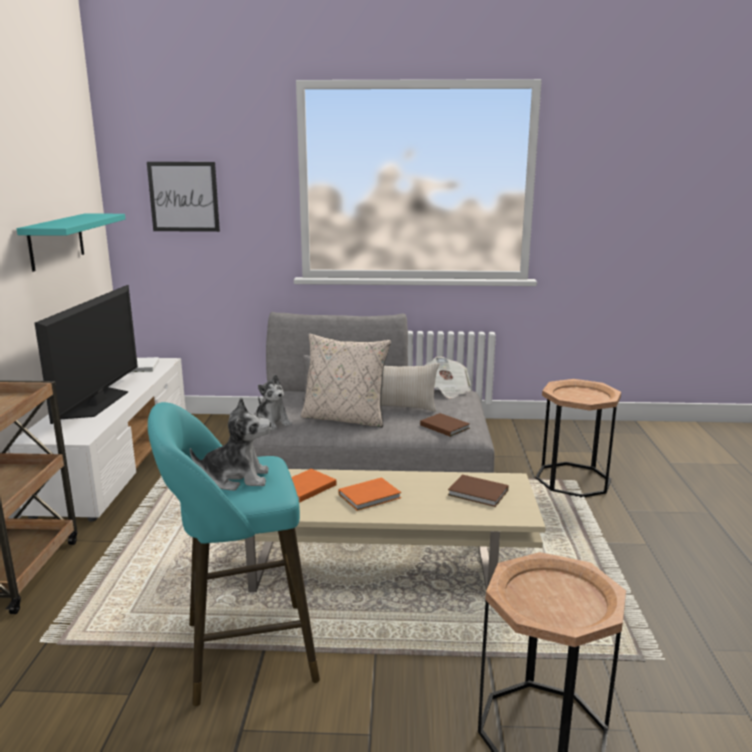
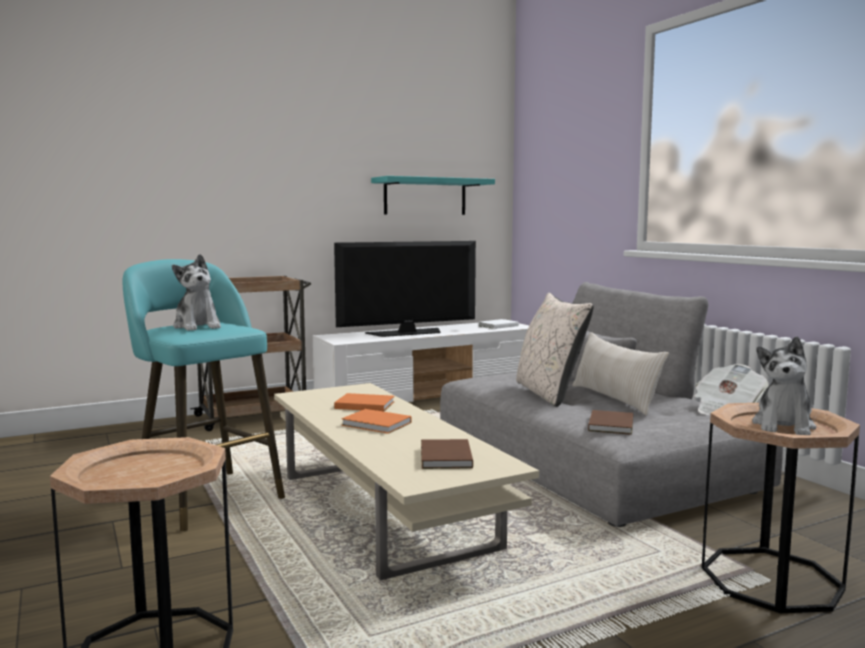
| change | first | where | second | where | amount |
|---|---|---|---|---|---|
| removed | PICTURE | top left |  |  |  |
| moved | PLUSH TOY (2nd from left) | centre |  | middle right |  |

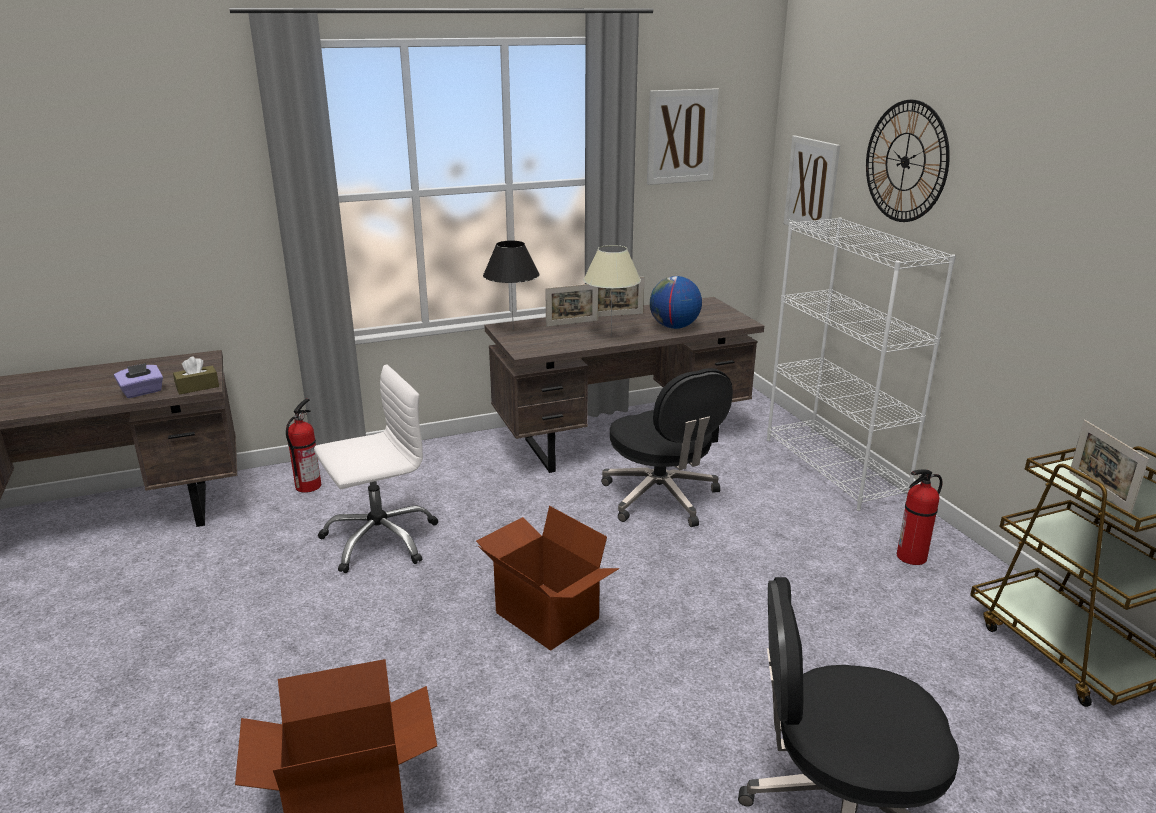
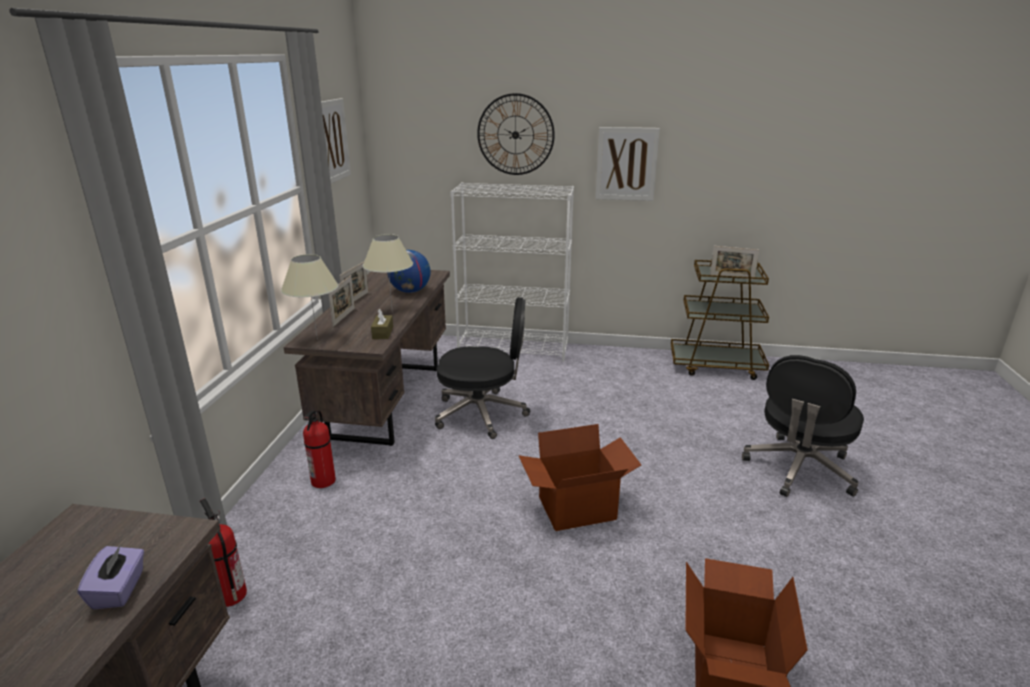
| change | first | where | second | where | amount |
|---|---|---|---|---|---|
| moved | BROWN TISSUE BOX | middle left |  | centre |  |
| removed | WHITE OFFICE CHAIR | middle left |  |  |  |
| recoloured | BLACK TABLE LAMP | centre | BEIGE TABLE LAMP (1st from left) | middle left |  |
| moved | PICTURE (2nd from left) | top right |  | top centre |  |
| moved | FIRE EXTINGUISHER (2nd from left) | middle right |  | middle left |  |

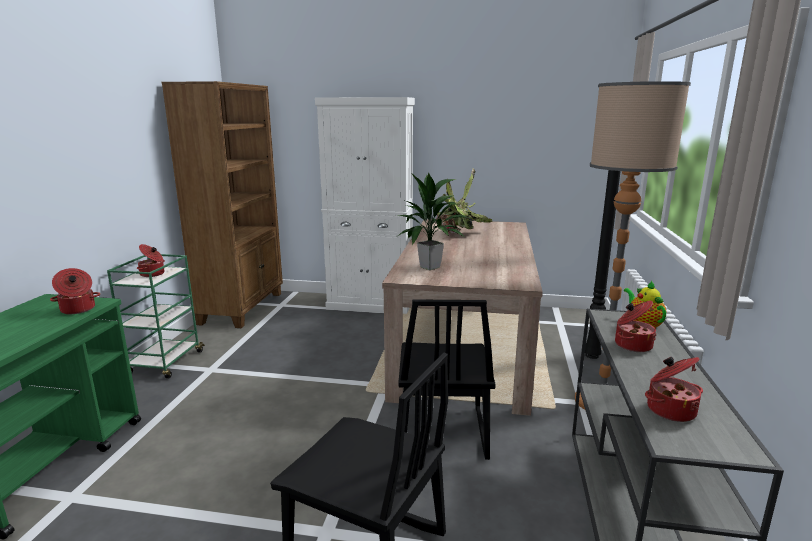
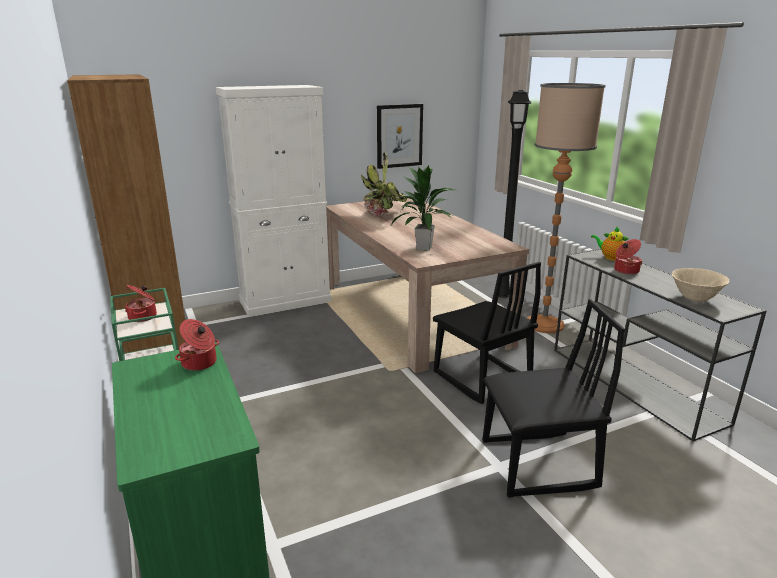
| change | first | where | second | where | amount |
|---|---|---|---|---|---|
| replaced | COOKING POT (4th from left) | bottom right | BEIGE BOWL | middle right |  |
| added |  |  | PICTURE | top centre |  |

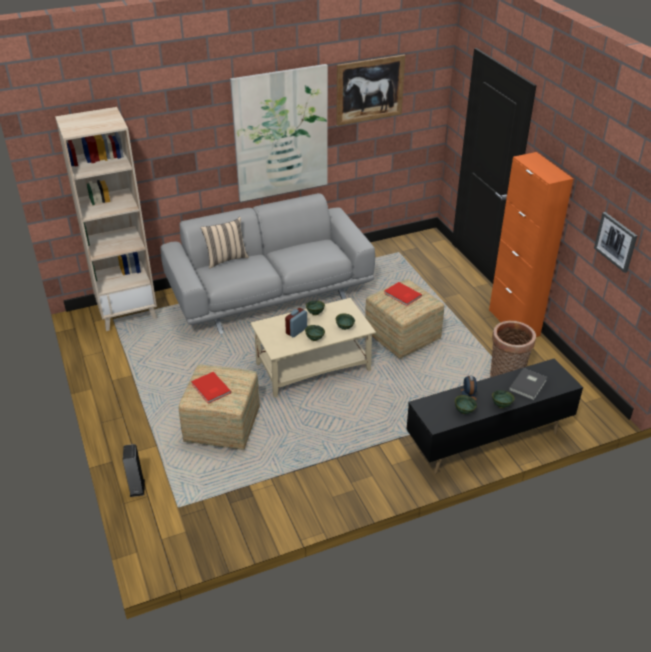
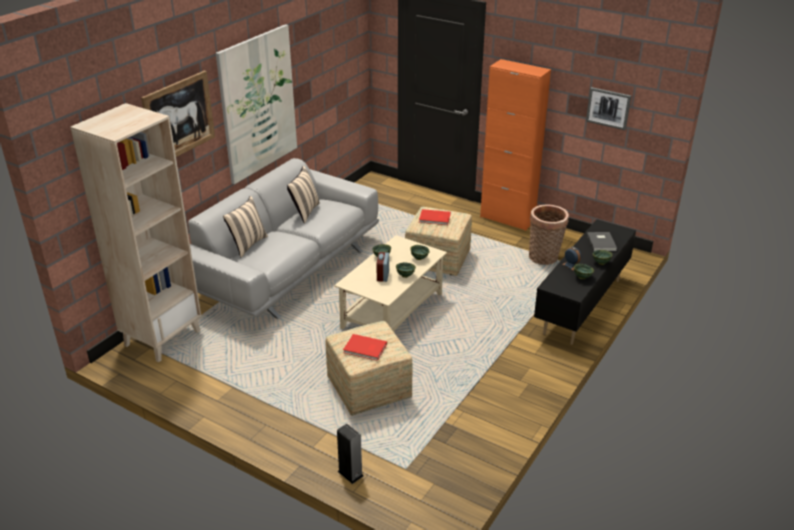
| change | first | where | second | where | amount |
|---|---|---|---|---|---|
| moved | PICTURE (2nd from left in the first image) | top centre | PICTURE (1st from left) | top left |  |
| added |  |  | BEIGE PILLOW (2nd from left) | centre |  |

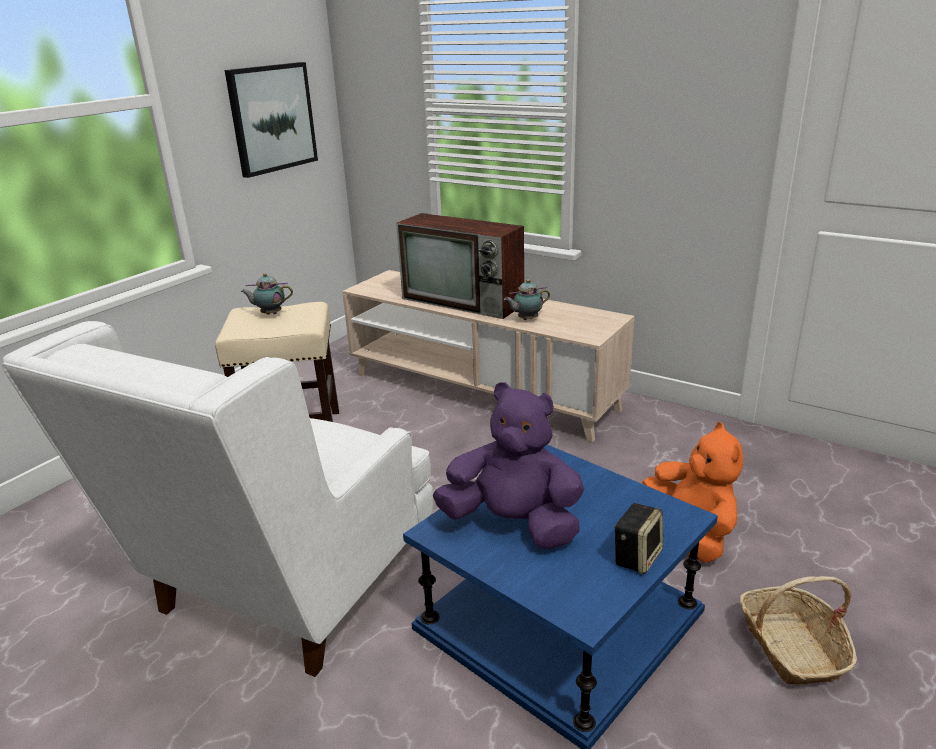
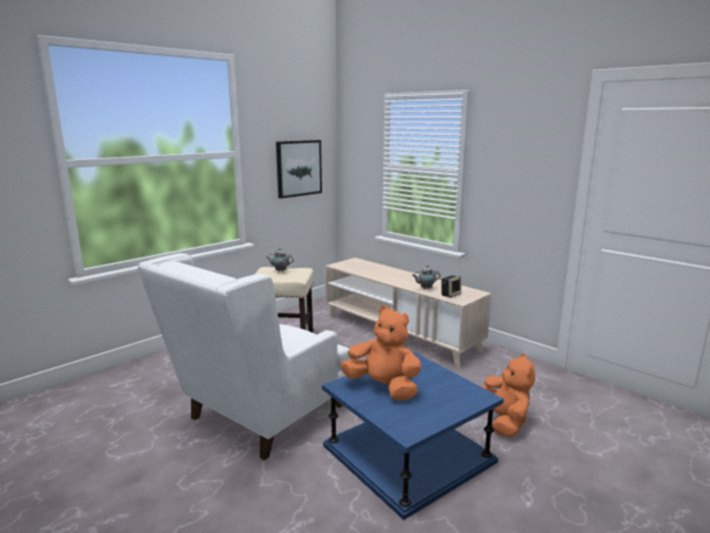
| change | first | where | second | where | amount |
|---|---|---|---|---|---|
| removed | TELEVISION | centre |  |  |  |
| recoloured | PURPLE PLUSH TOY | centre | ORANGE PLUSH TOY (1st from left) | centre |  |
| moved | SPEAKER | bottom right |  | centre |  |
| removed | BASKET | bottom right |  |  |  |

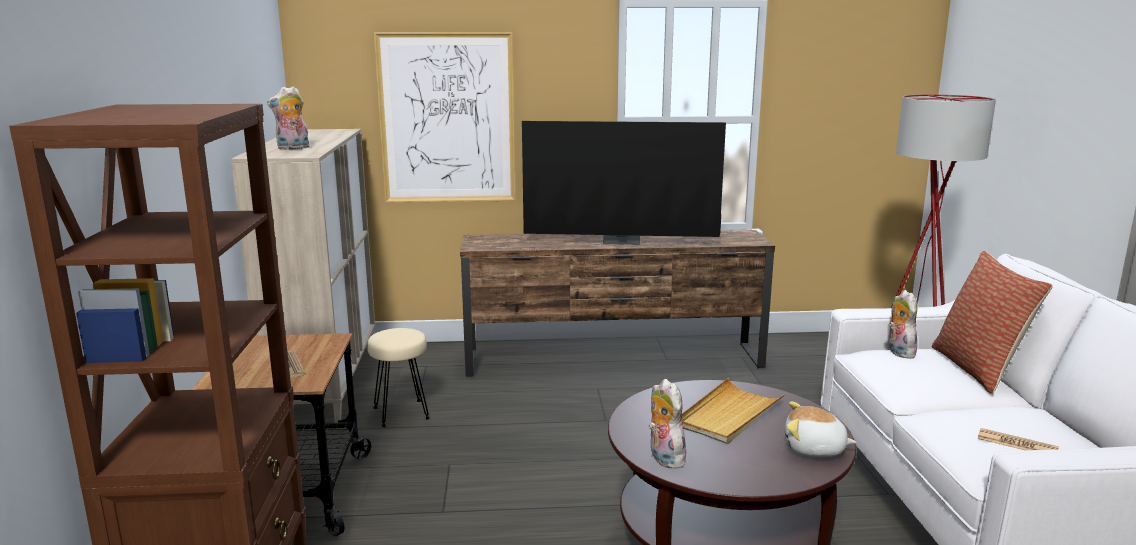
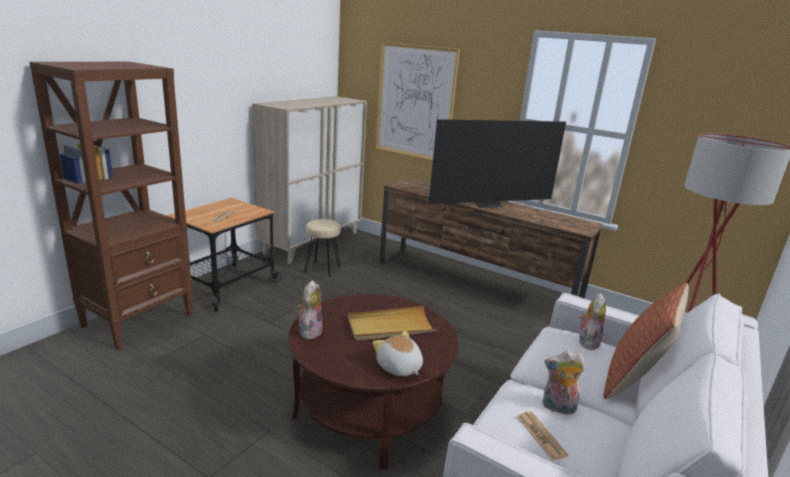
| change | first | where | second | where | amount |
|---|---|---|---|---|---|
| moved | PLUSH TOY (1st from left in the first image) | top left | PLUSH TOY (3rd from left) | bottom right |  |
| turned | TELEVISION | centre |  | centre | 60 degrees counterclockwise |

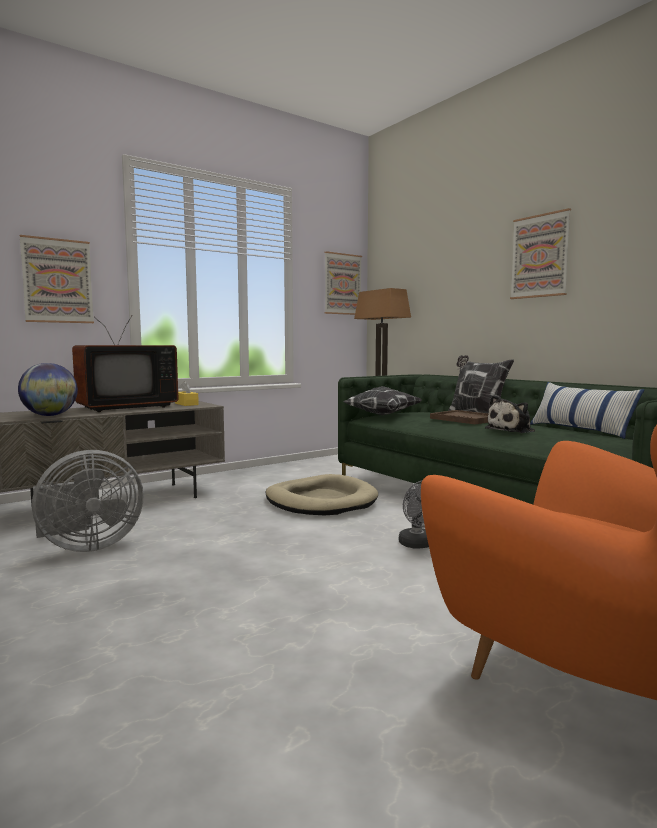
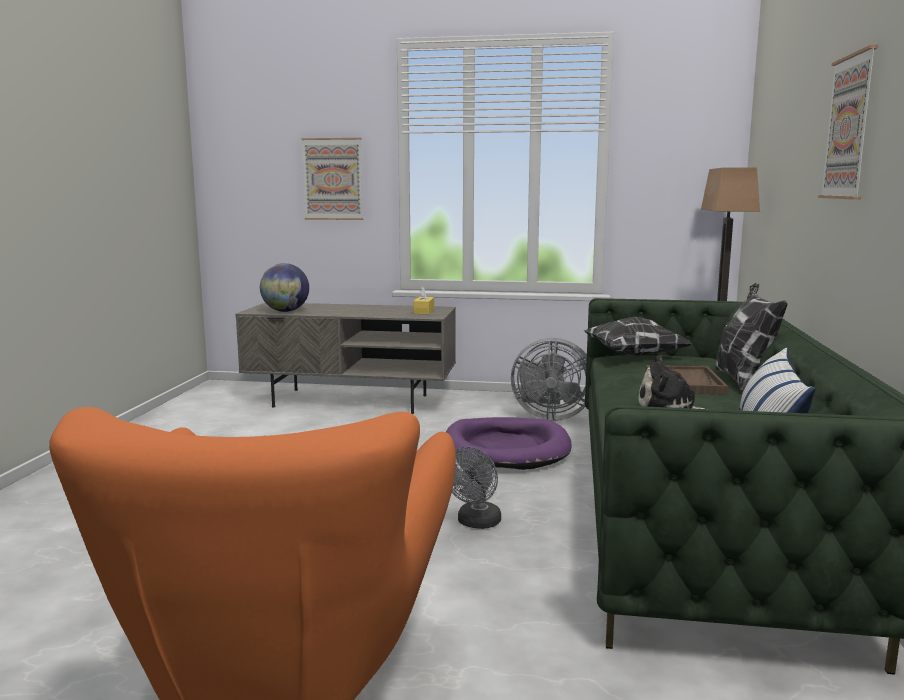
| change | first | where | second | where | amount |
|---|---|---|---|---|---|
| moved | GREY FAN (1st from left in the first image) | middle left | GREY FAN (2nd from left) | centre |  |
| removed | TELEVISION | middle left |  |  |  |
| recoloured | BEIGE DOG BED | centre | PURPLE DOG BED | centre |  |
| removed | PICTURE (2nd from left) | centre |  |  |  |

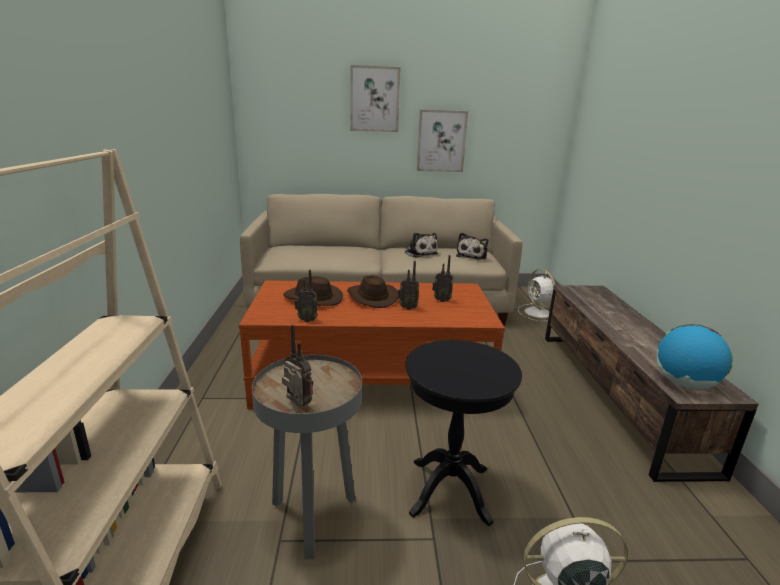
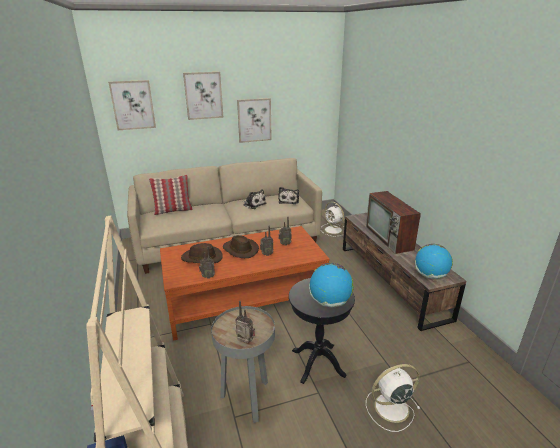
| change | first | where | second | where | amount |
|---|---|---|---|---|---|
| added |  |  | PICTURE (1st from left) | top left |  |
| added |  |  | PILLOW | middle left |  |
| added |  |  | GLOBE (1st from left) | centre |  |
| added |  |  | TELEVISION | middle right |  |

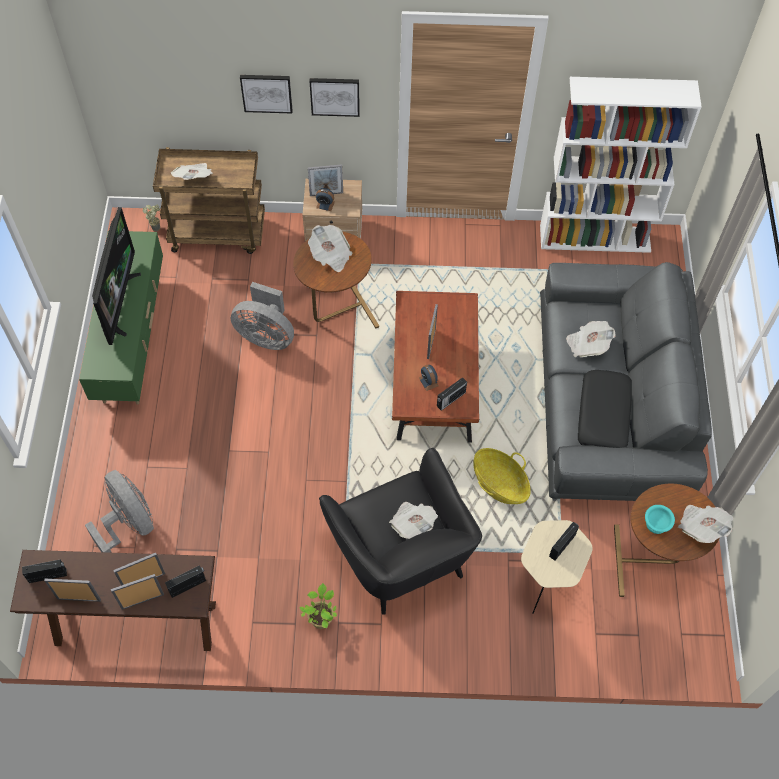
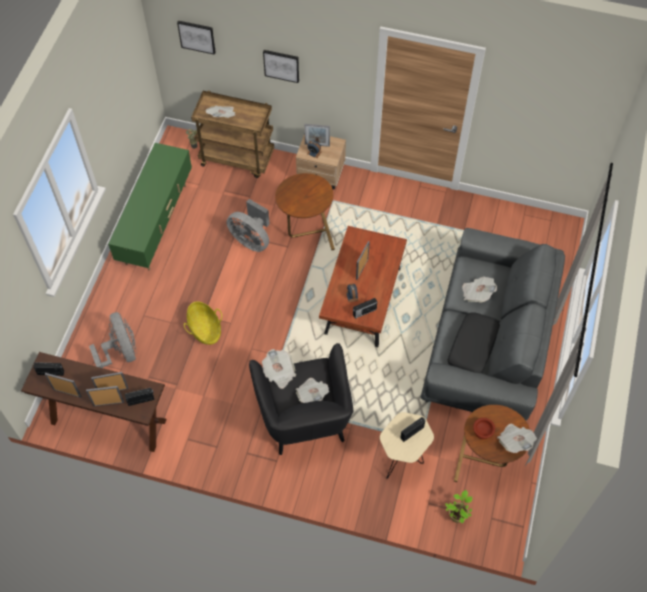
| change | first | where | second | where | amount |
|---|---|---|---|---|---|
| removed | TELEVISION | middle left |  |  |  |
| moved | POTTED PLANT (2nd from left) | bottom centre |  | bottom right |  |
| moved | NEWSPAPER (2nd from left) | top centre |  | centre |  |
| moved | PICTURE (2nd from left in the first image) | top centre | PICTURE (1st from left) | top left |  |
| moved | BASKET | centre |  | middle left |  |
| removed | WHITE BOOKCASE | top right |  |  |  |
| recoloured | TURQUOISE BOWL | middle right | BROWN BOWL | bottom right |  |

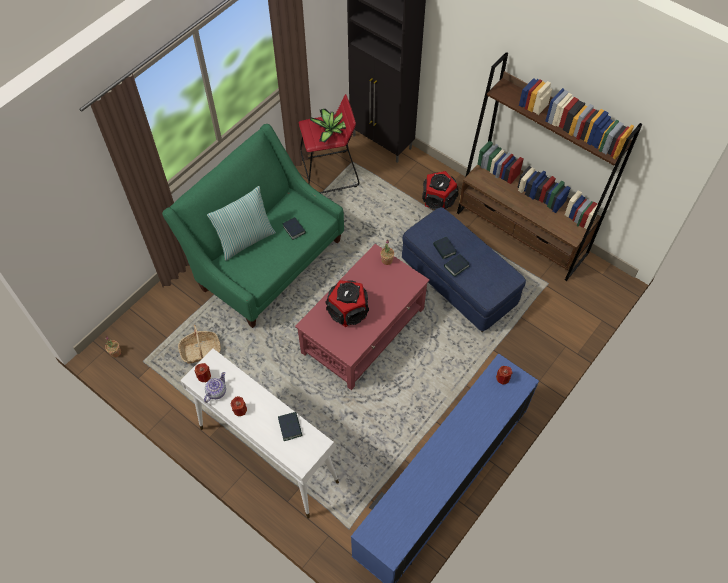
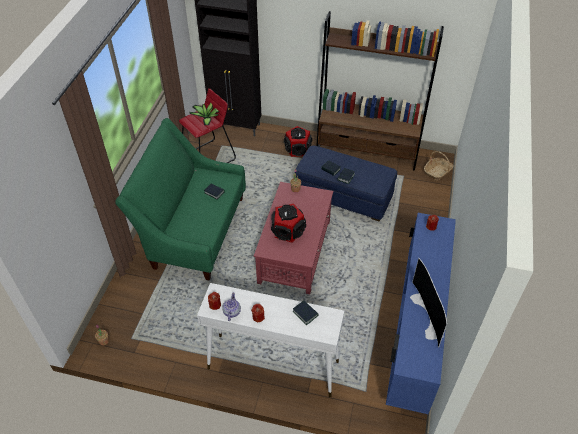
| change | first | where | second | where | amount |
|---|---|---|---|---|---|
| moved | BASKET | middle left |  | middle right |  |
| removed | PILLOW | middle left |  |  |  |
| added |  |  | TELEVISION | bottom right |  |

